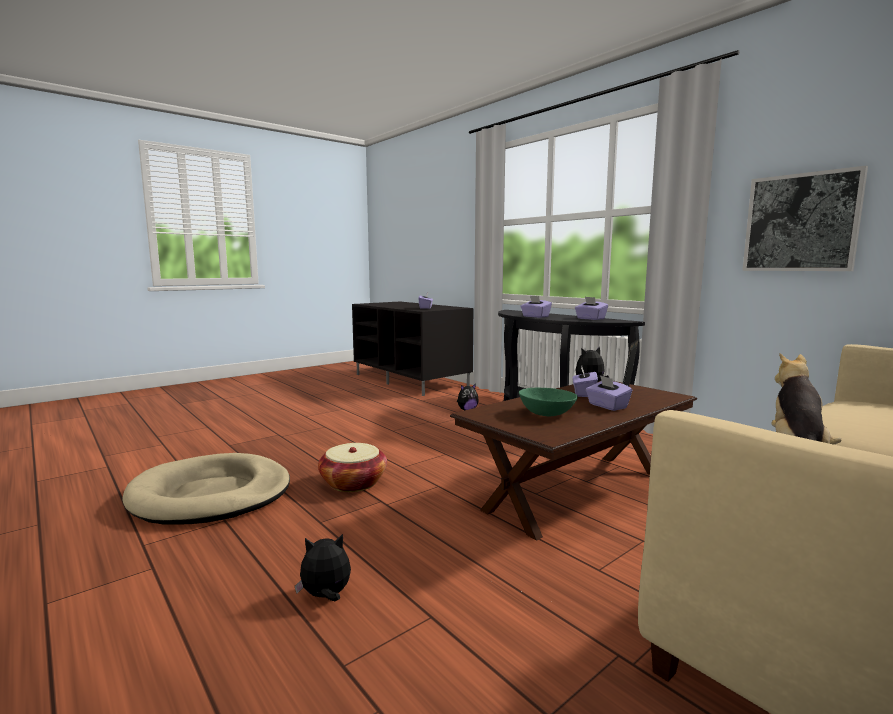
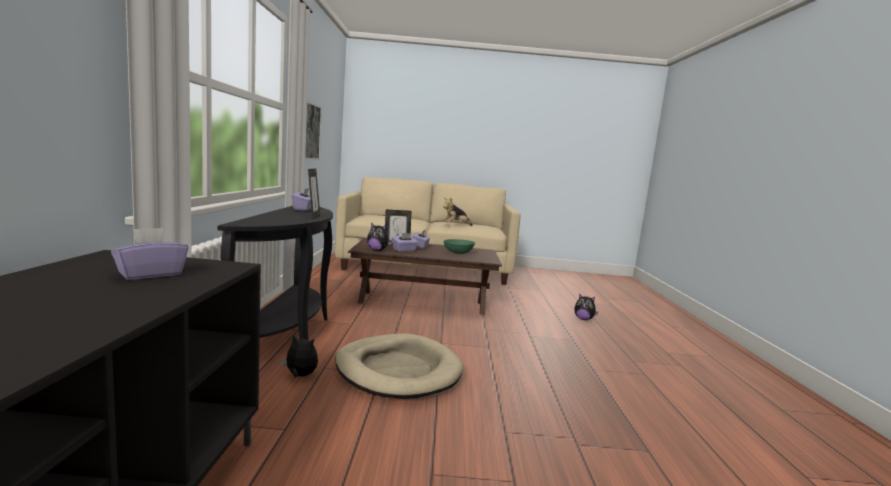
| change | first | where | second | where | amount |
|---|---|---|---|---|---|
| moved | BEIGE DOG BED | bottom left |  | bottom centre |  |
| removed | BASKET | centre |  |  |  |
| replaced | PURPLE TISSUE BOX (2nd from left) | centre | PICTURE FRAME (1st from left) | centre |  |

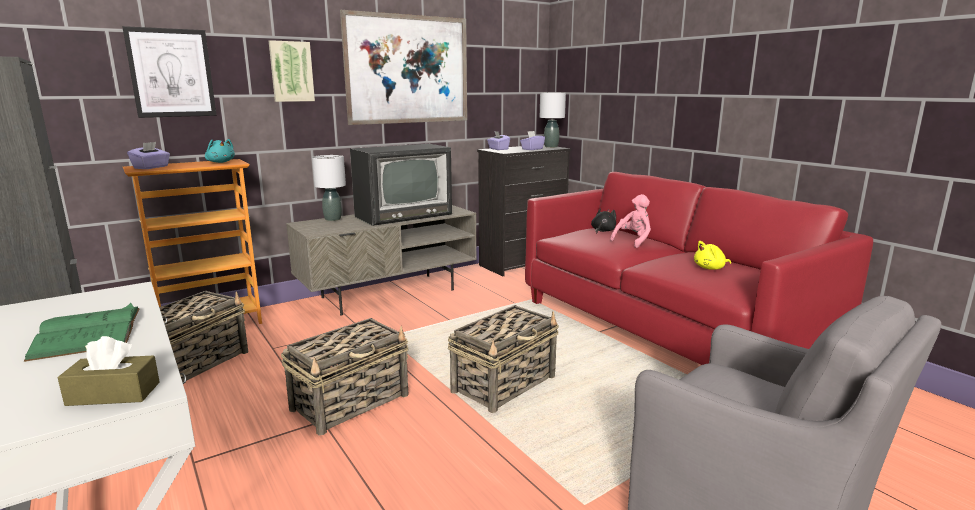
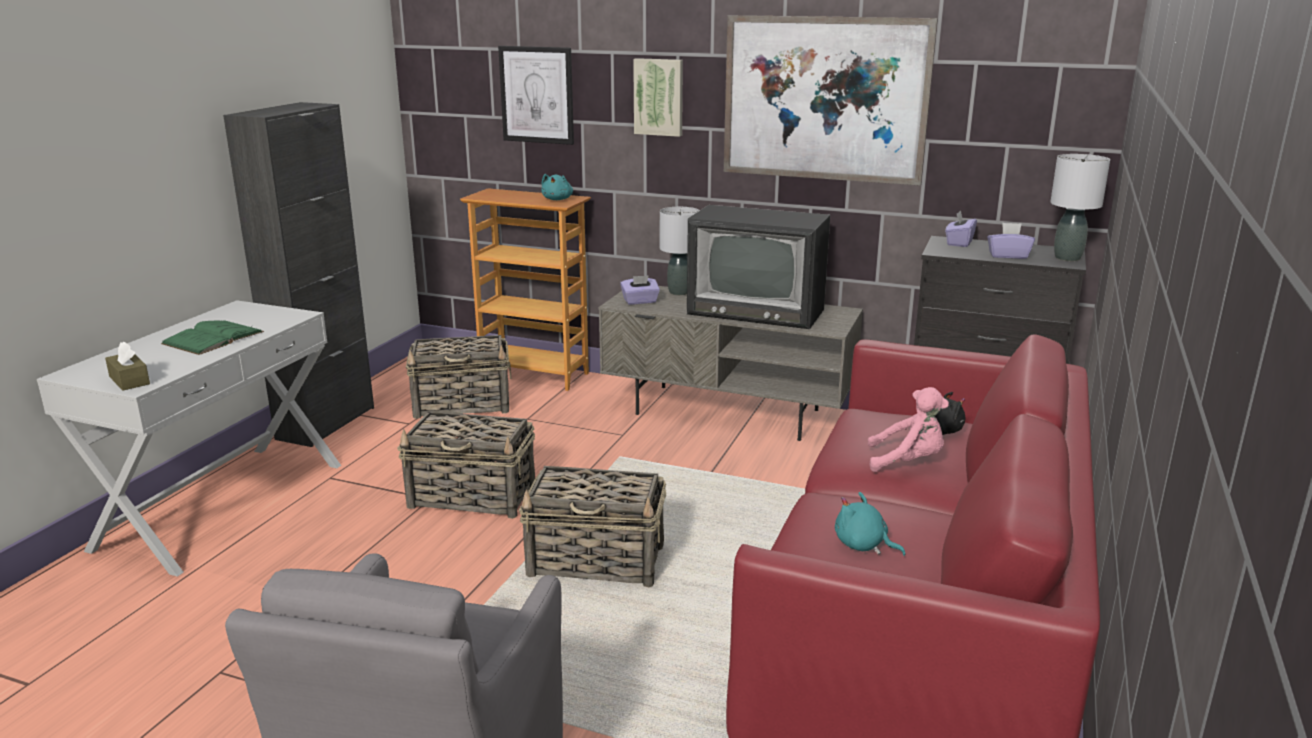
| change | first | where | second | where | amount |
|---|---|---|---|---|---|
| moved | PURPLE TISSUE BOX (1st from left) | top left |  | centre |  |
| recoloured | YELLOW PLUSH TOY | middle right | TURQUOISE PLUSH TOY (2nd from left) | bottom centre |  |

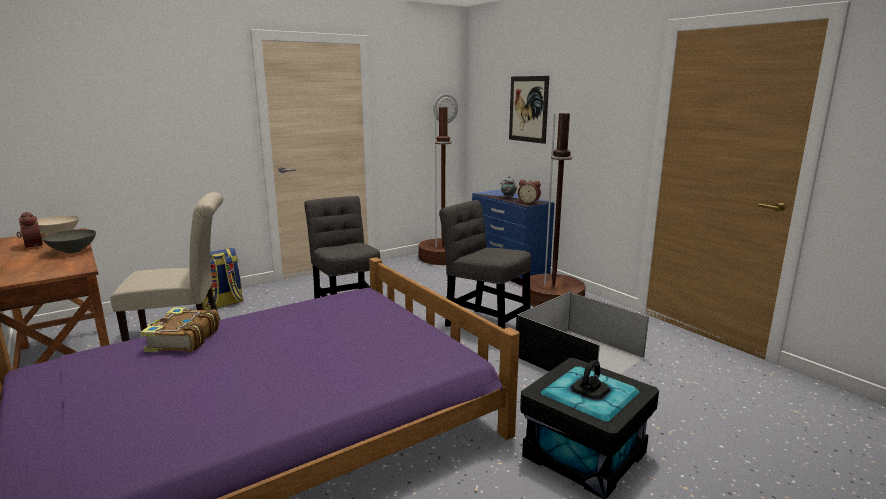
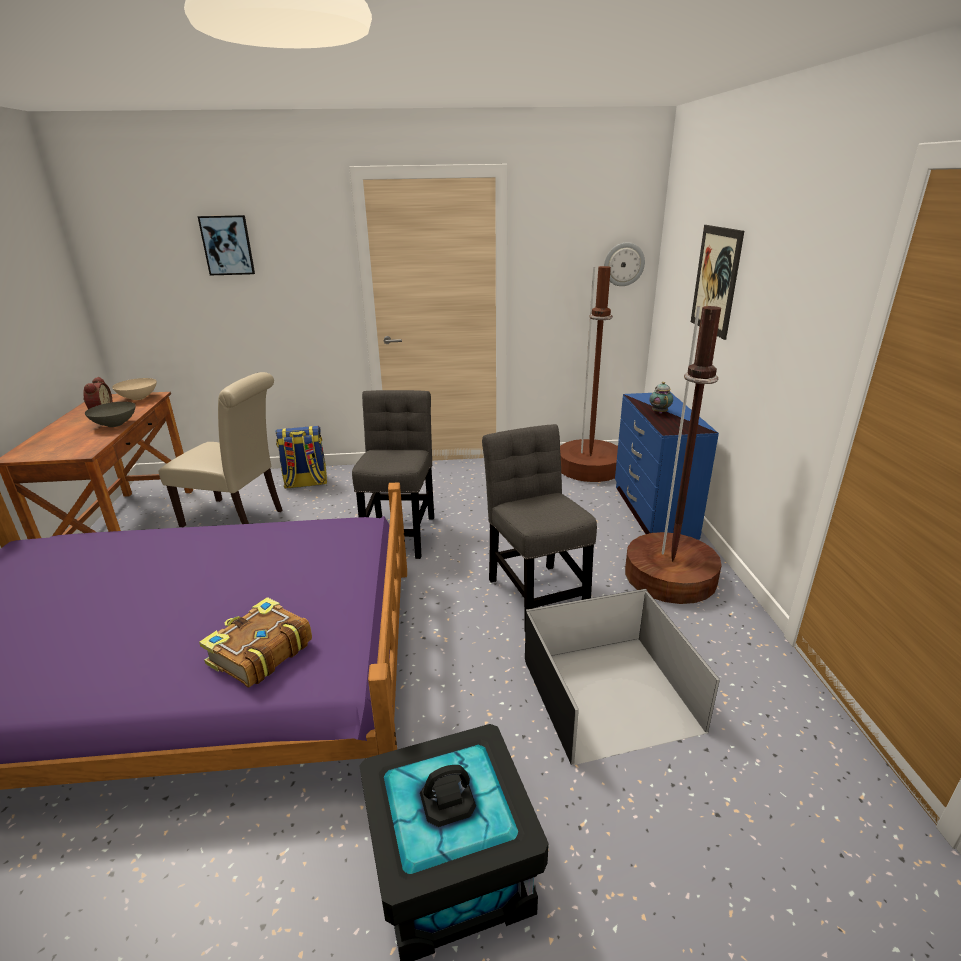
| change | first | where | second | where | amount |
|---|---|---|---|---|---|
| moved | BOOK | middle left |  | bottom left |  |
| removed | ALARM CLOCK (2nd from left) | centre |  |  |  |
| added |  |  | PICTURE (1st from left) | top left |  |

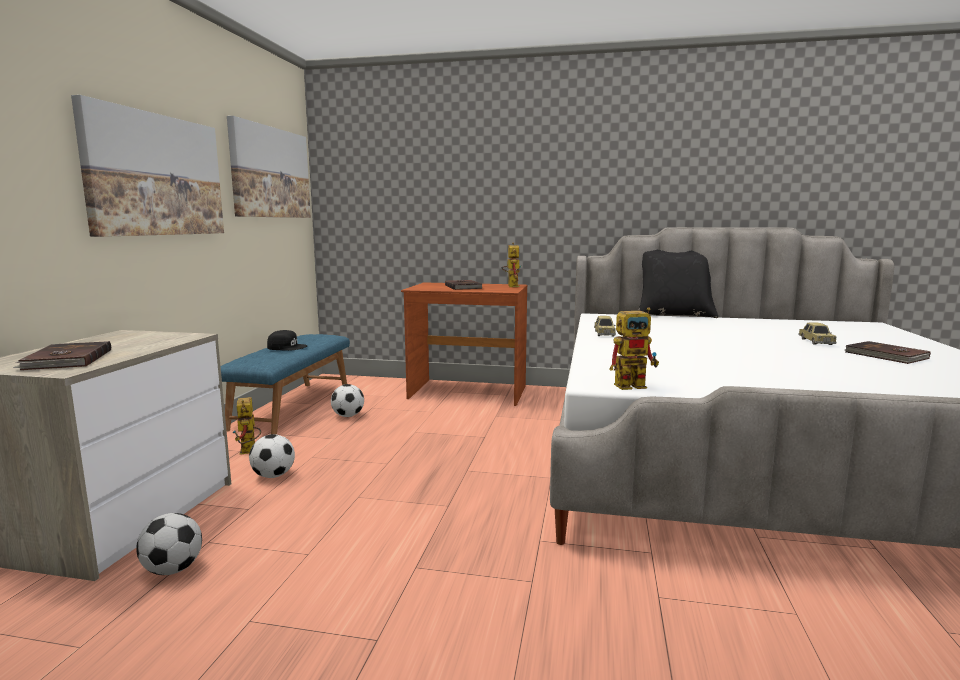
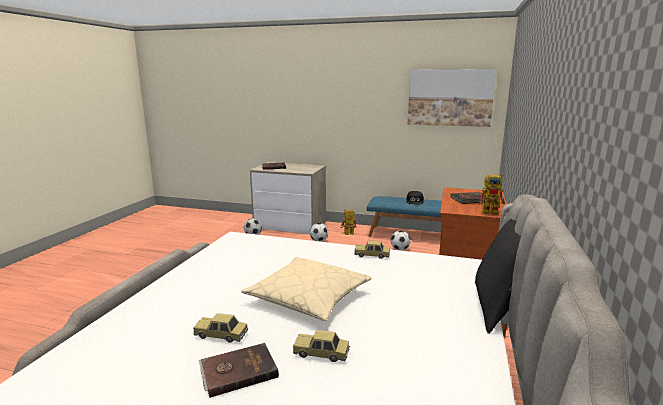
| change | first | where | second | where | amount |
|---|---|---|---|---|---|
| removed | PICTURE (1st from left) | top left |  |  |  |
| removed | TOY ROBOT (3rd from left) | centre |  |  |  |
| added |  |  | TOY CAR (1st from left) | bottom left |  |
| added |  |  | BEIGE PILLOW | bottom centre |  |

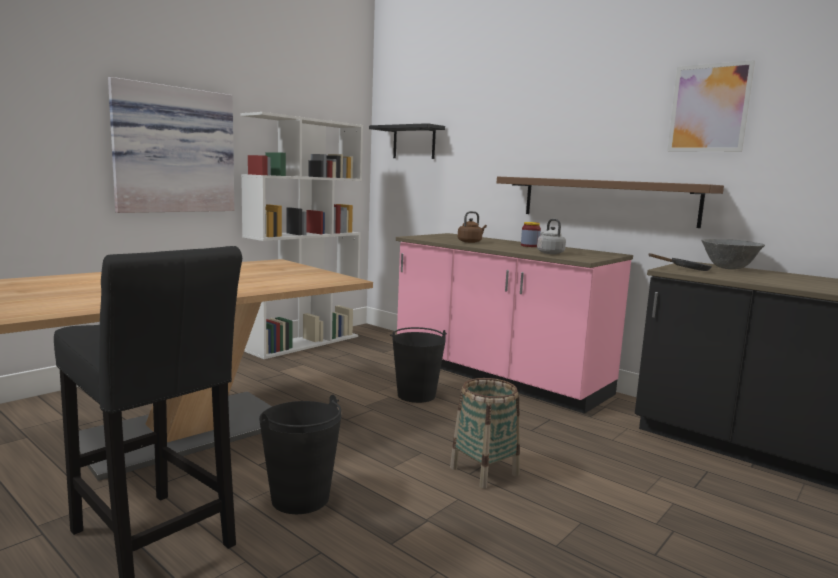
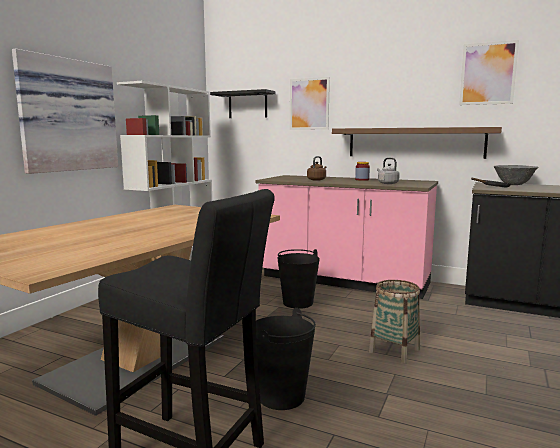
| change | first | where | second | where | amount |
|---|---|---|---|---|---|
| added |  |  | PICTURE (2nd from left) | top centre |  |

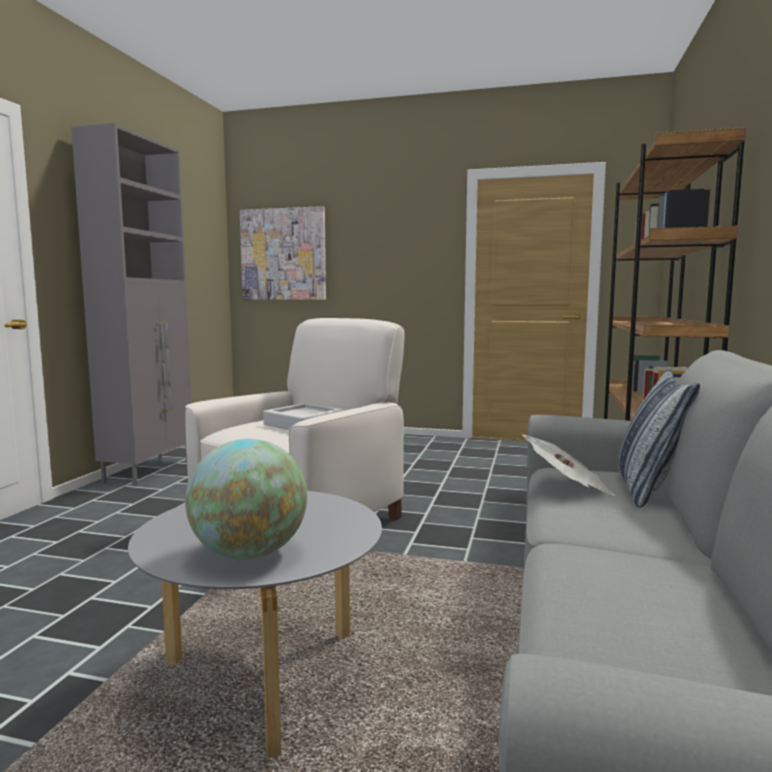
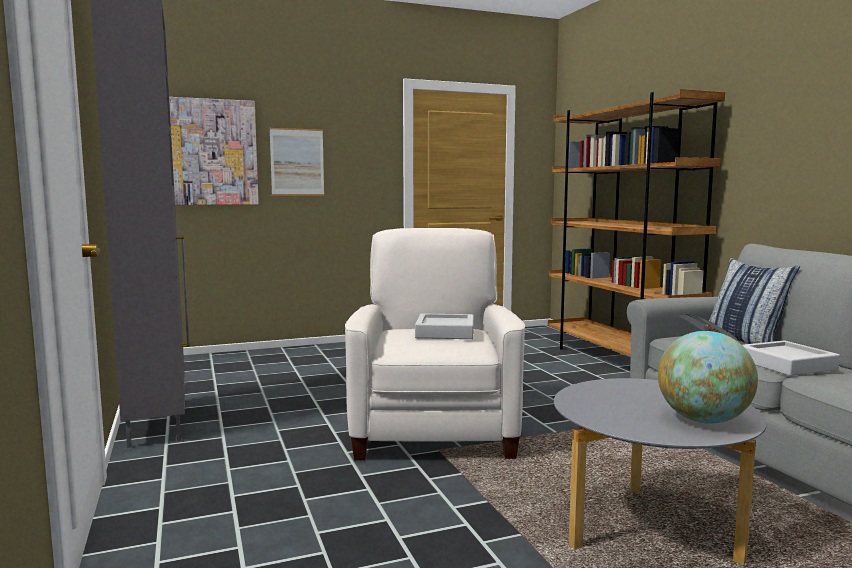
| change | first | where | second | where | amount |
|---|---|---|---|---|---|
| added |  |  | PICTURE (2nd from left) | top centre |  |
| added |  |  | GREY TRAY (2nd from left) | middle right |  |

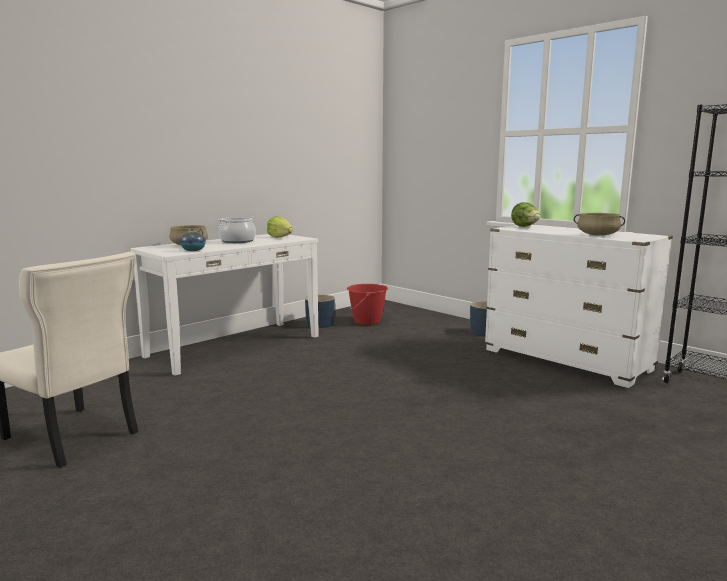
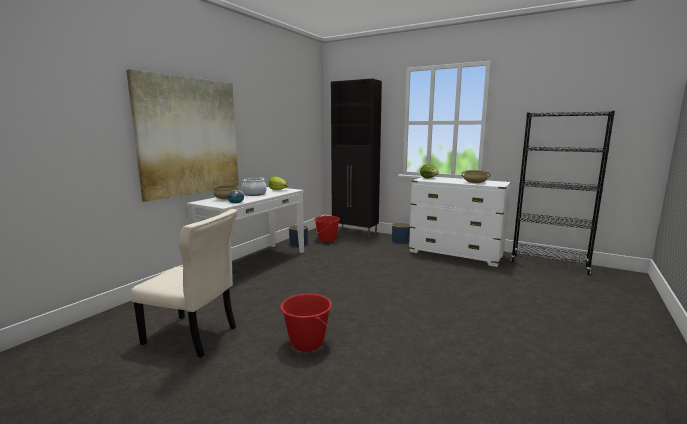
| change | first | where | second | where | amount |
|---|---|---|---|---|---|
| added |  |  | PICTURE | top left |  |
| added |  |  | RED BUCKET (1st from left) | bottom centre |  |
| added |  |  | BLACK CABINET | centre |  |

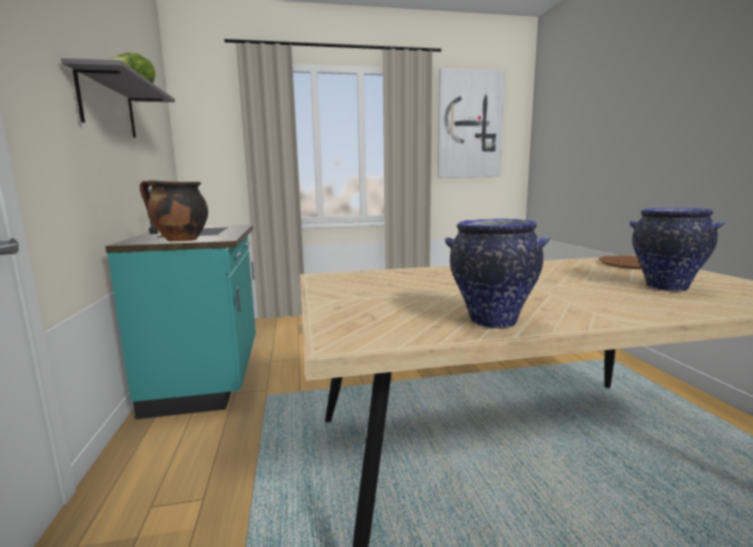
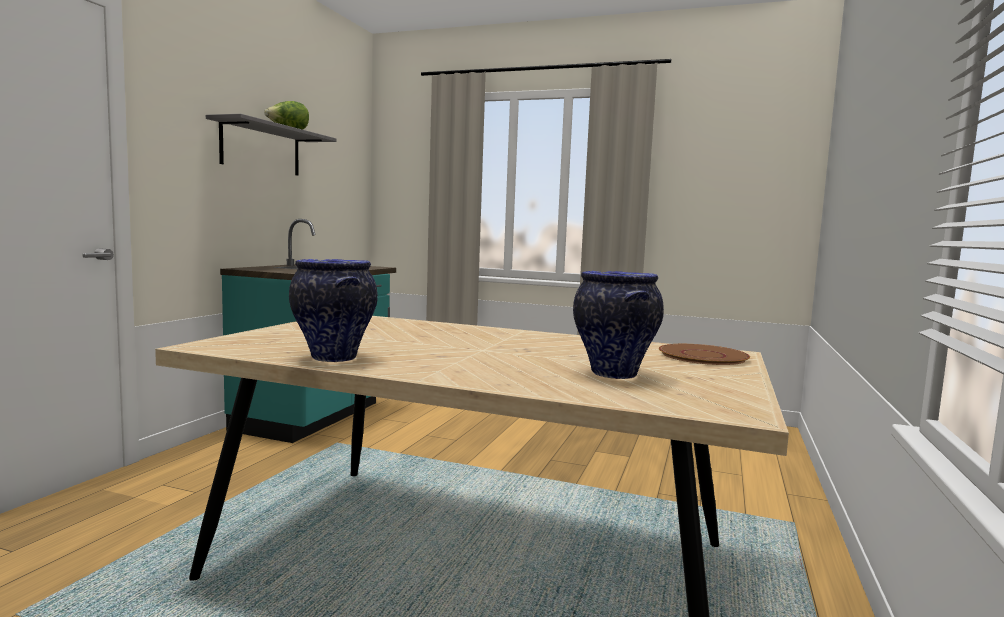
| change | first | where | second | where | amount |
|---|---|---|---|---|---|
| removed | COOKING POT | middle left |  |  |  |
| removed | PICTURE | top centre |  |  |  |

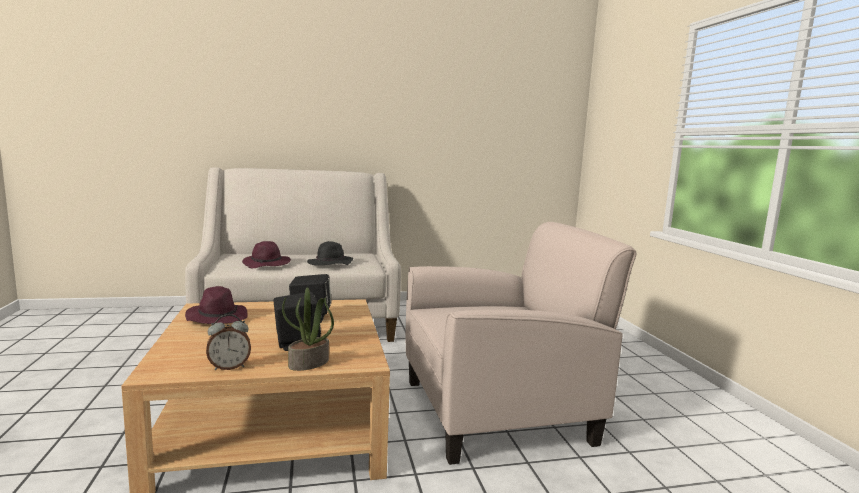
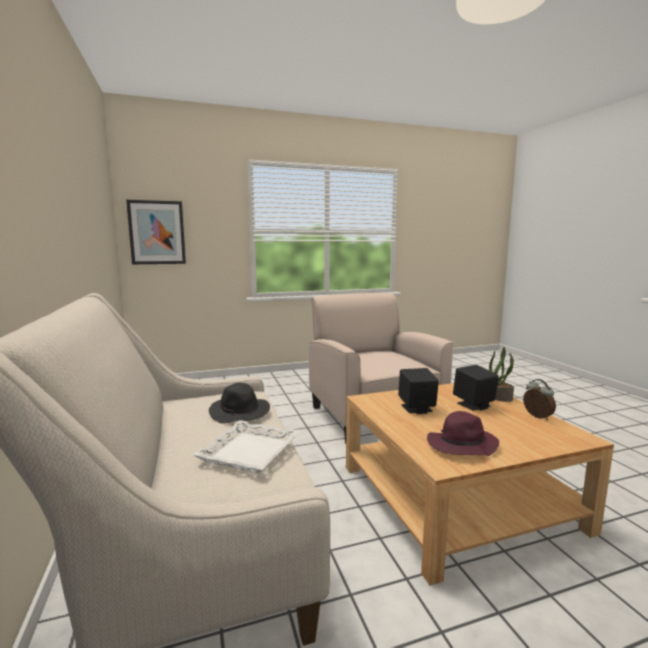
| change | first | where | second | where | amount |
|---|---|---|---|---|---|
| replaced | PURPLE HAT (2nd from left) | middle left | WHITE TRAY | bottom centre |  |
| added |  |  | PICTURE | middle left |  |

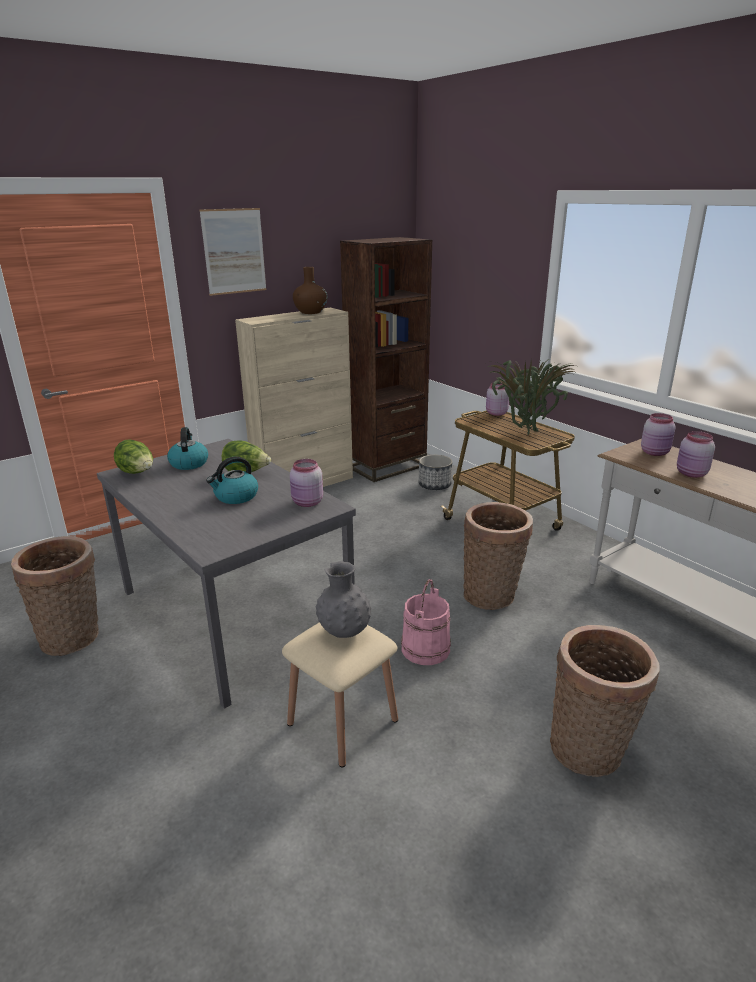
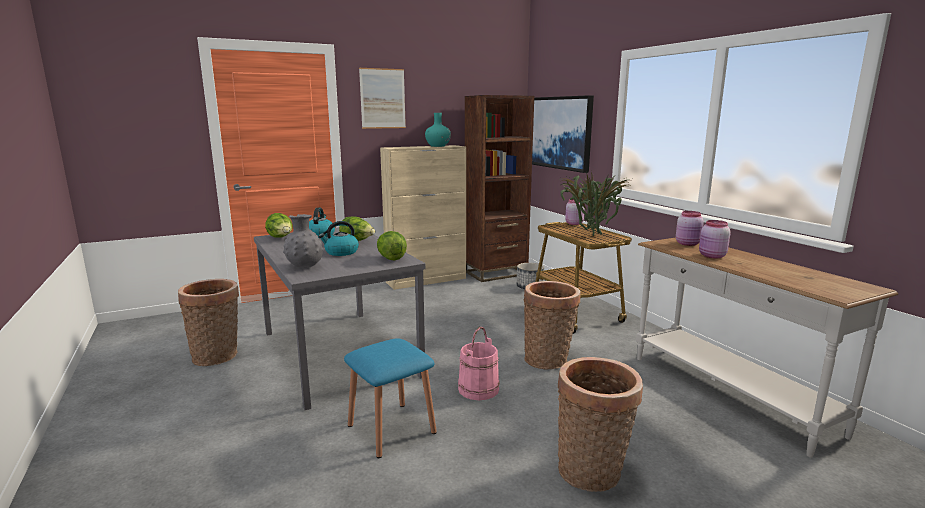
| change | first | where | second | where | amount |
|---|---|---|---|---|---|
| recoloured | BEIGE STOOL | bottom centre | BLUE STOOL | bottom centre |  |
| replaced | PINK JAR (1st from left) | centre | LETTUCE (3rd from left) | centre |  |
| recoloured | BROWN VASE | top centre | TURQUOISE VASE | top centre |  |
| moved | GREY VASE | centre |  | middle left |  |
| added |  |  | PICTURE (2nd from left) | top centre |  |

